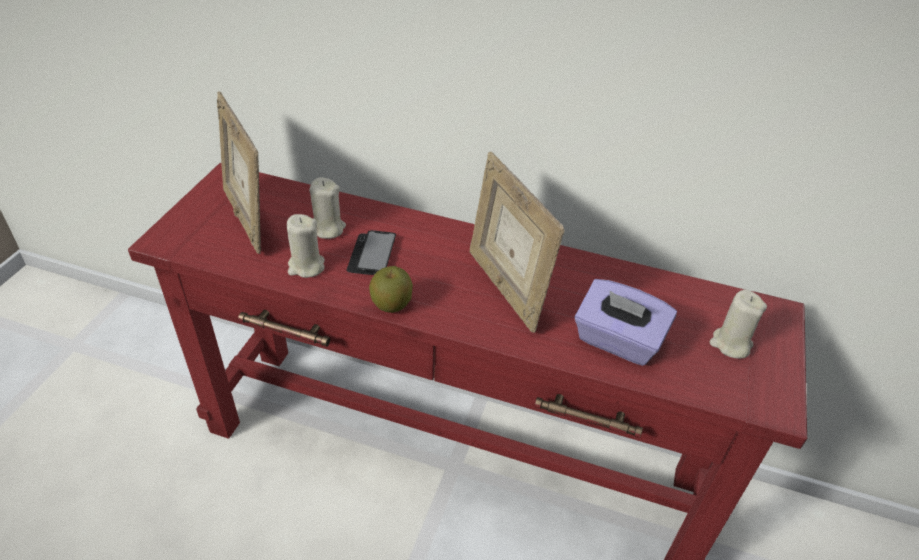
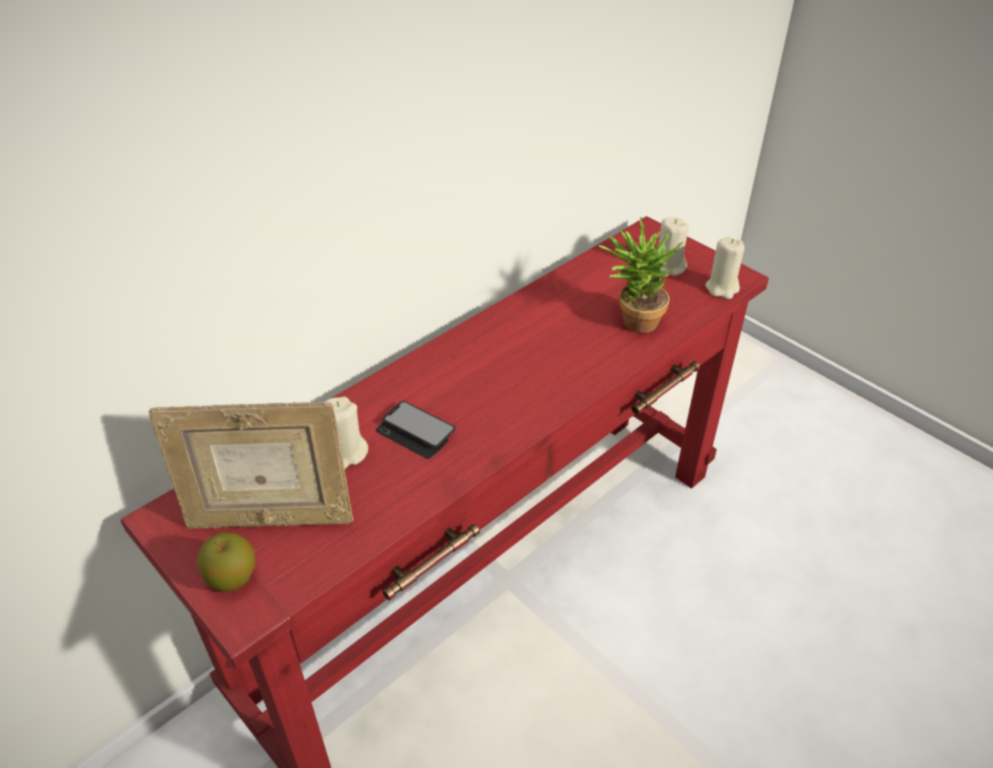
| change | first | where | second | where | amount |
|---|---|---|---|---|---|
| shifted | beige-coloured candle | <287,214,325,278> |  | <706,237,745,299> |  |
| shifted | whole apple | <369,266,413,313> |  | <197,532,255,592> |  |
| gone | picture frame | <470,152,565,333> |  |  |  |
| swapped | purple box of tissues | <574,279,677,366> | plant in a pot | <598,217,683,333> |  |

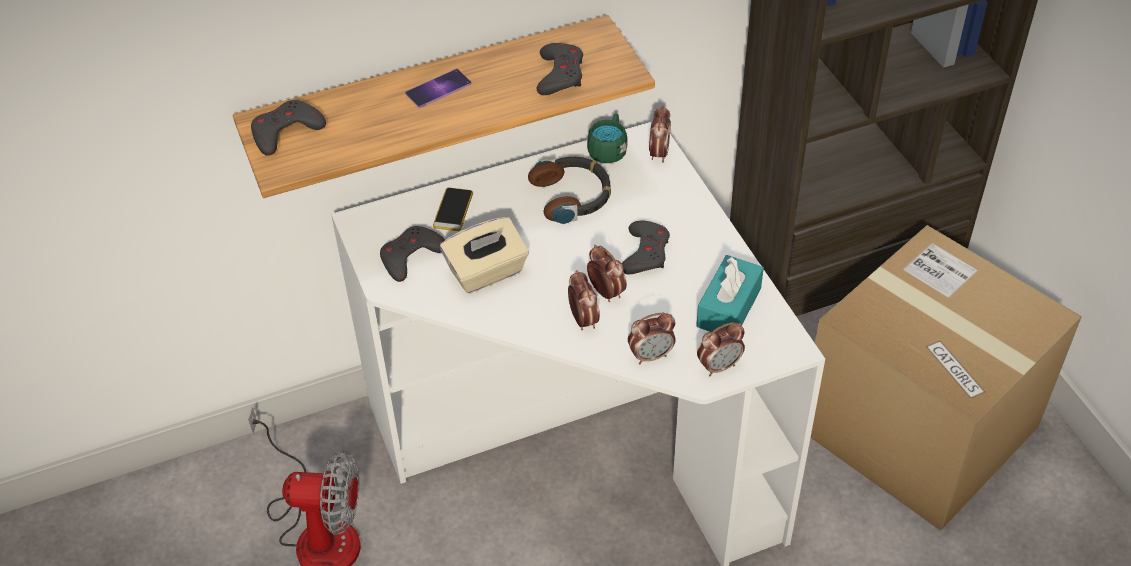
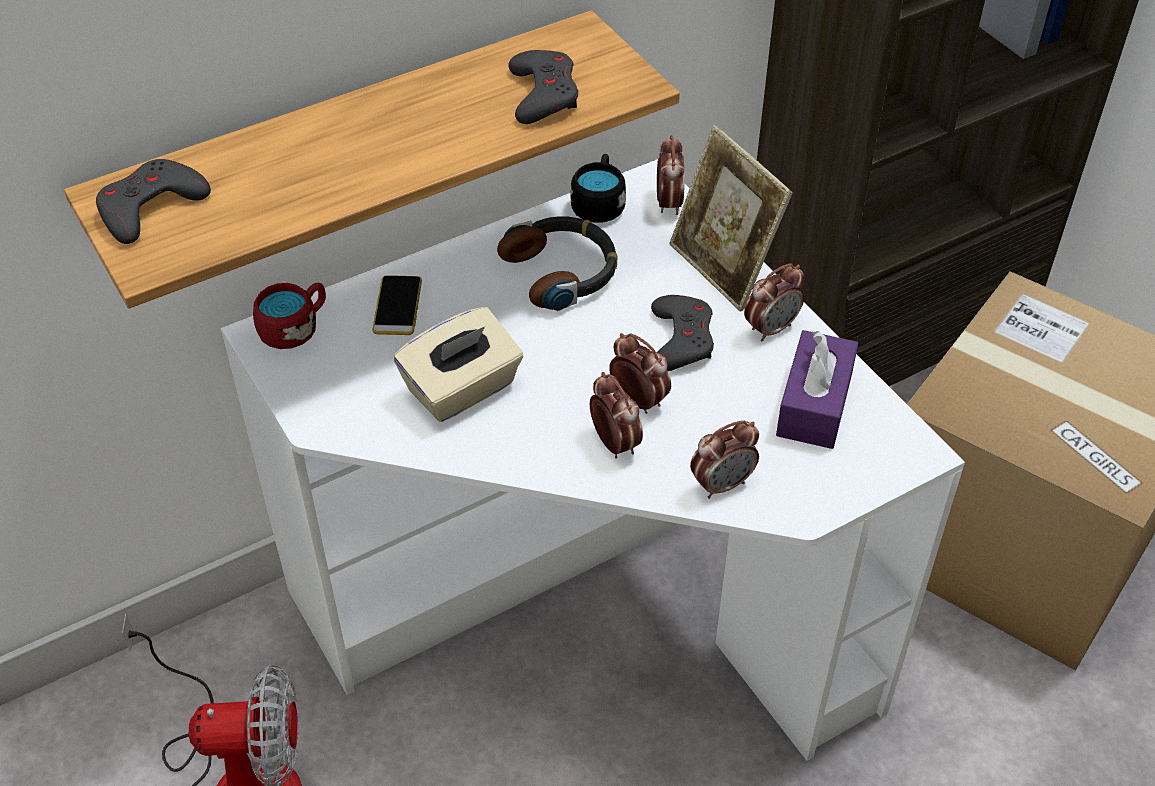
| change | first | where | second | where | amount |
|---|---|---|---|---|---|
| gone | gray joypad | <380,226,445,282> |  |  |  |
| gone | telephone | <405,69,471,108> |  |  |  |
| repainted | greenish tea mug | <587,114,628,163> | black-coloured tea mug | <571,154,626,223> |  |
| repainted | turquoise box of tissues | <696,255,764,332> | purple box of tissues | <776,330,858,449> |  |
| shifted | bedside clock | <697,322,745,376> |  | <744,263,804,341> |  |
| new |  |  | reddish tea mug | <253,283,326,349> |  |
| new |  |  | picture frame | <670,125,793,312> |  |

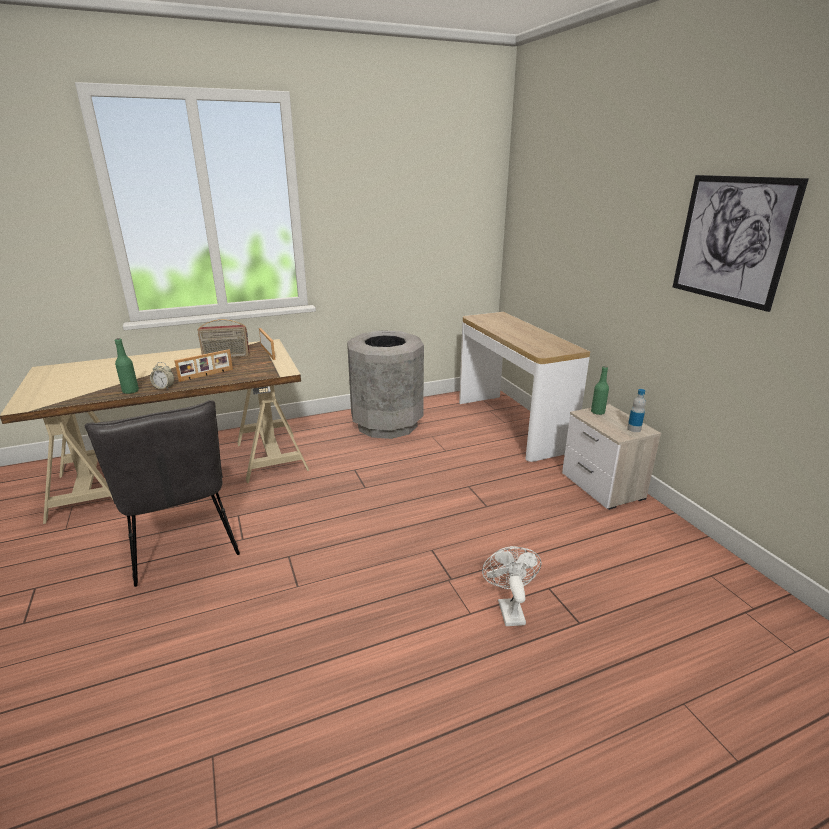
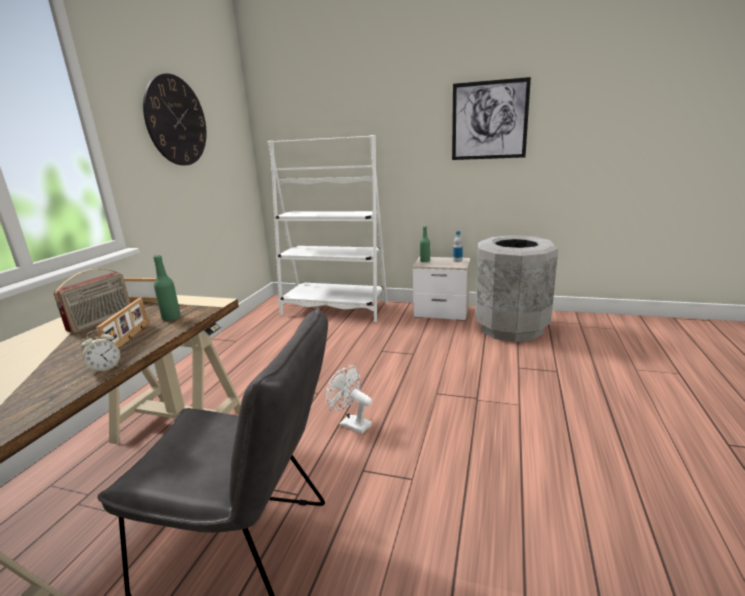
| change | first | where | second | where | amount |
|---|---|---|---|---|---|
| shifted | greenish drink bottle | <115,338,139,394> |  | <153,255,181,321> |  |
| shifted | gray trash can | <347,331,424,439> |  | <476,235,558,342> |  |
| swapped | console table | <459,312,590,462> | whitish shelving unit | <268,135,388,322> |  |
| shifted | whitish electric fan | <482,546,542,626> |  | <326,365,372,434> |  |
| new |  |  | clock on the wall | <143,73,207,165> |  |

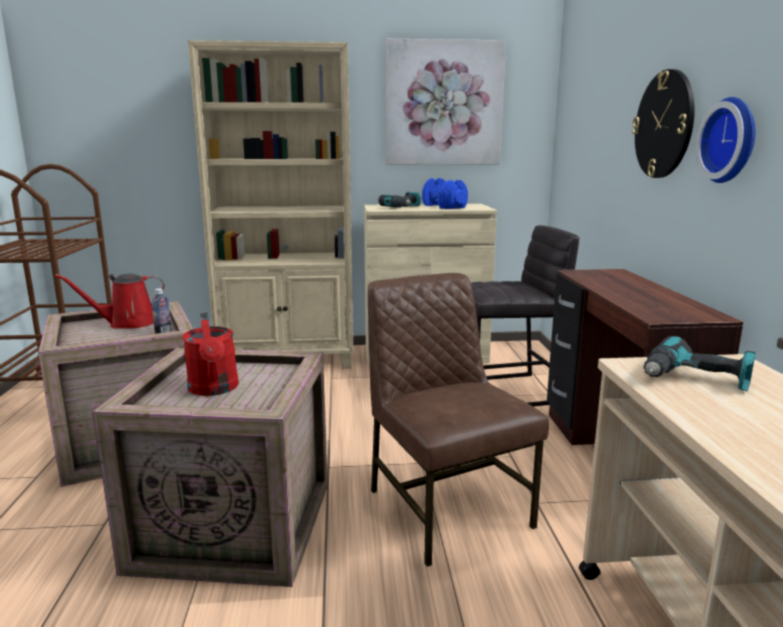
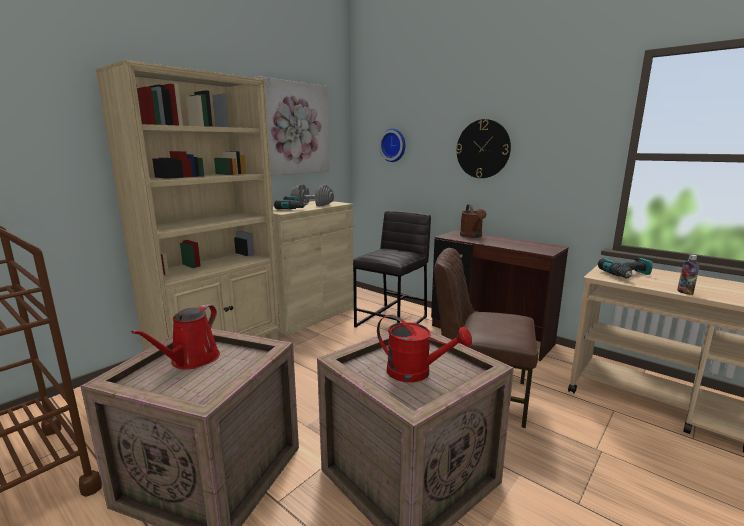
| change | first | where | second | where | amount |
|---|---|---|---|---|---|
| shifted | drink bottle | <152,288,171,334> |  | <677,255,699,295> |  |
| repainted | blue hand weight | <422,178,468,209> | gray hand weight | <290,184,334,206> |  |
| shifted | clock on the wall | <696,97,755,183> |  | <379,128,406,162> |  |
| new |  |  | brown-coloured sprinkling can | <460,204,486,238> |  |

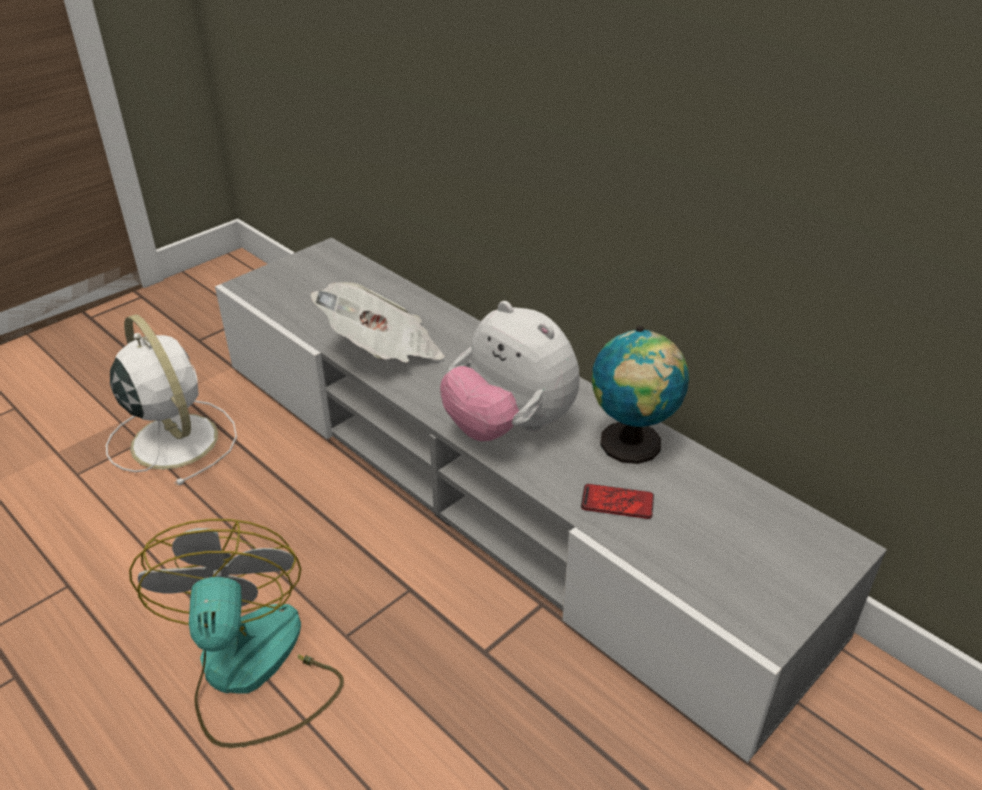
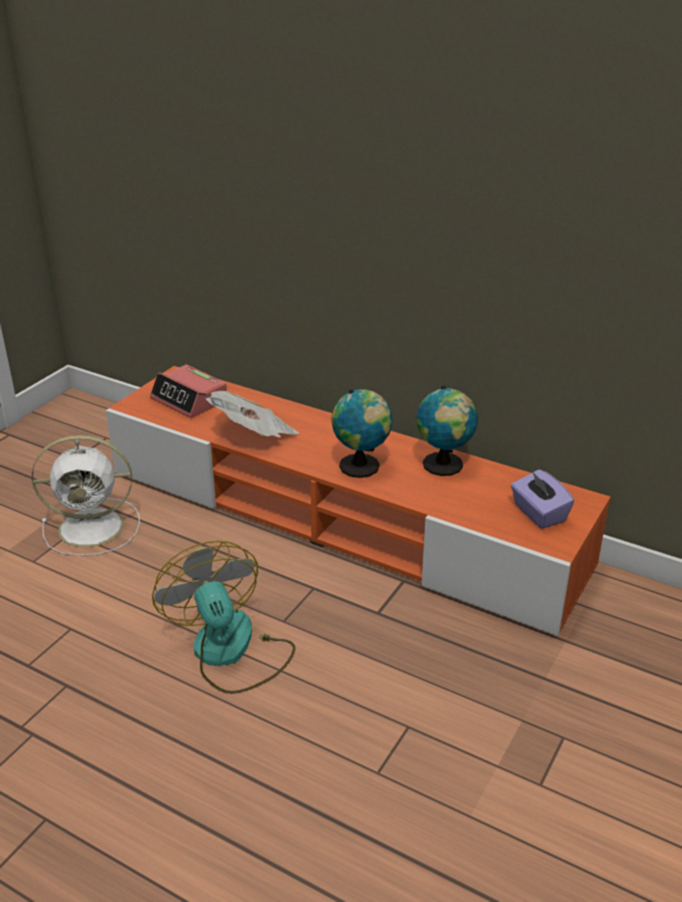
| change | first | where | second | where | amount |
|---|---|---|---|---|---|
| rotated | whitish electric fan | <106,314,237,485> |  | <32,435,140,556> | 135 degrees clockwise |
| repainted | gray media console | <215,237,887,763> | orange-coloured media console | <106,366,611,636> |  |
| swapped | cuddly toy | <440,301,579,441> | world globe | <332,389,393,478> |  |
| gone | telephone | <581,484,654,519> |  |  |  |
| new |  |  | bedside clock | <150,365,227,418> |  |
| new |  |  | purple box of tissues | <511,470,574,529> |  |

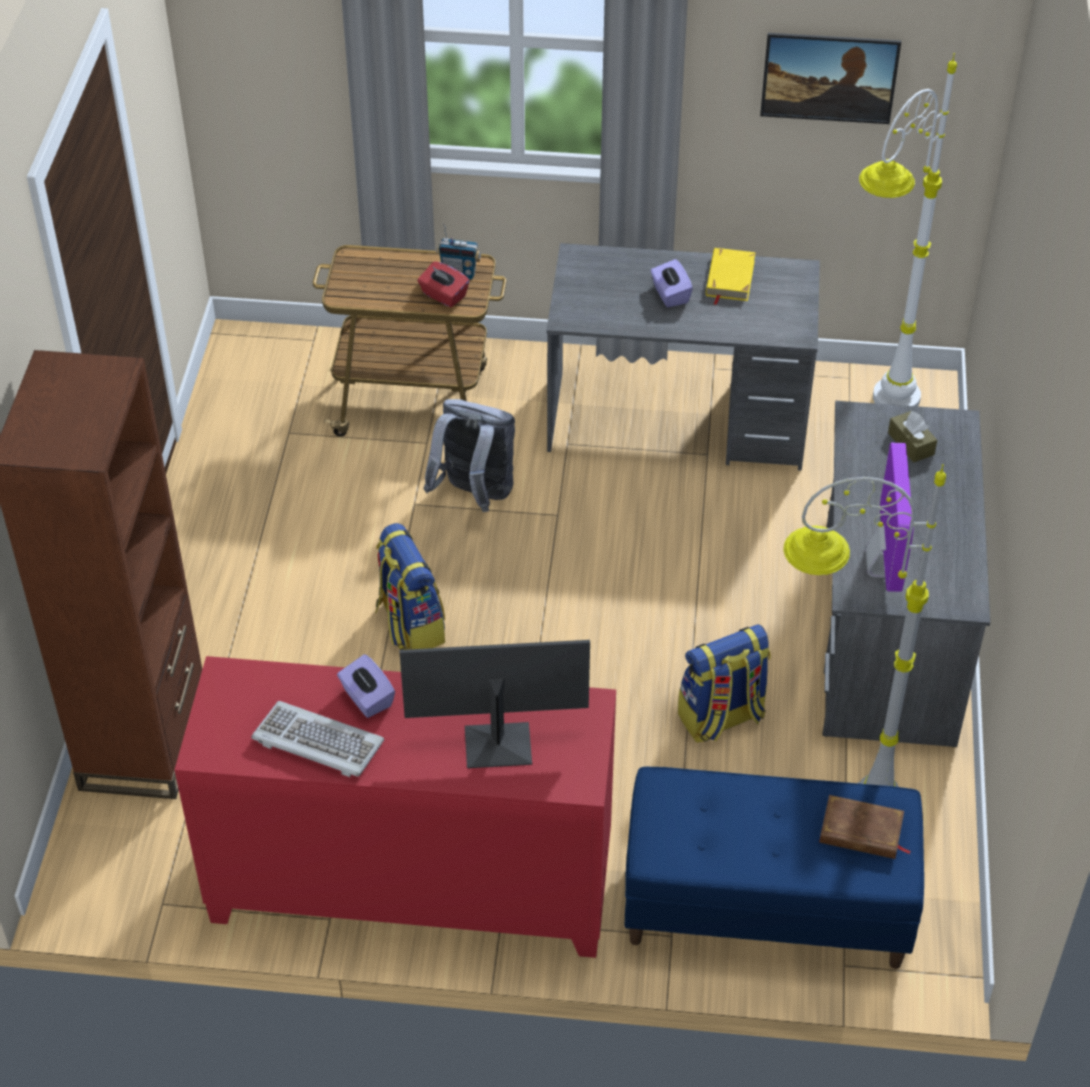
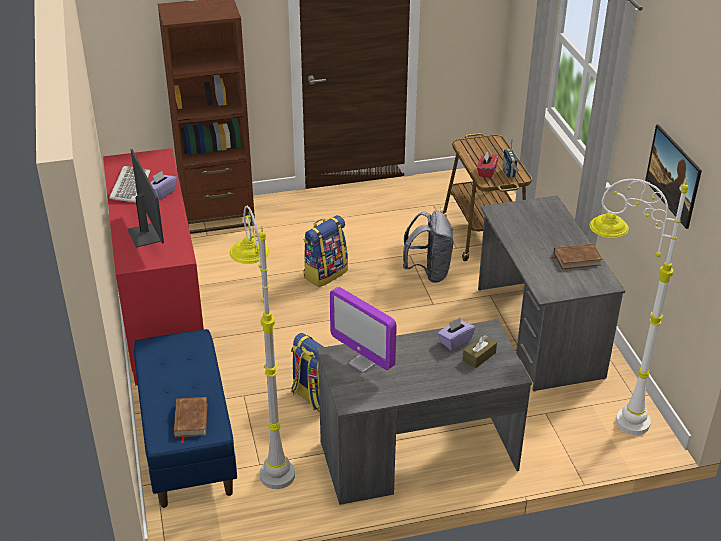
| change | first | where | second | where | amount |
|---|---|---|---|---|---|
| shifted | purple box of tissues | <650,259,693,307> |  | <438,318,475,351> |  |
| repainted | yellow volume | <706,248,755,305> | brown-coloured volume | <548,244,602,269> |  |
| rotated | computer display | <866,443,913,592> |  | <330,287,397,373> | 60 degrees clockwise |

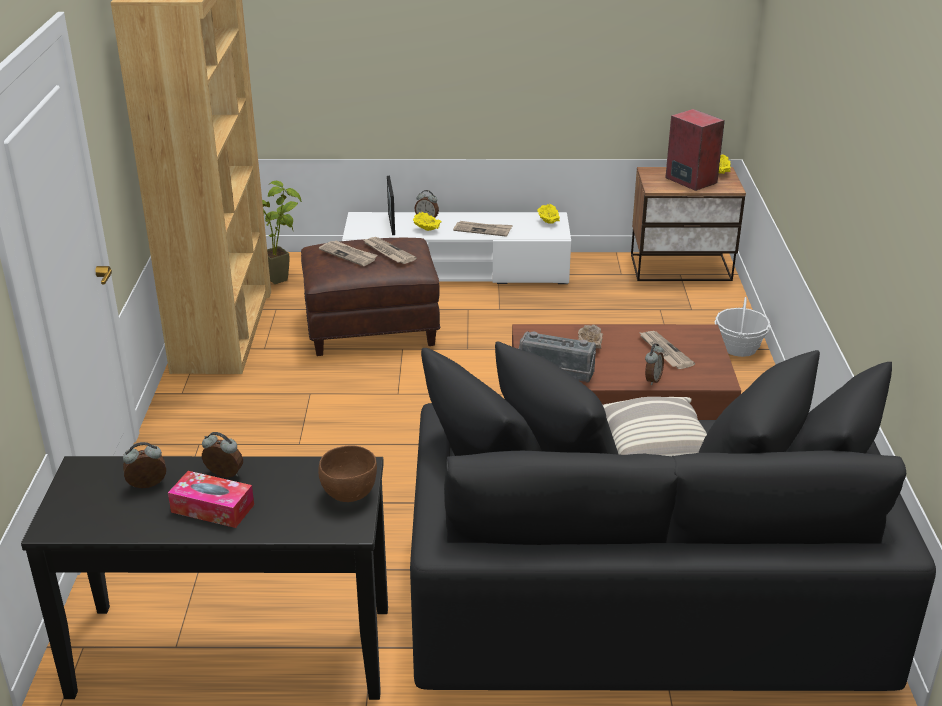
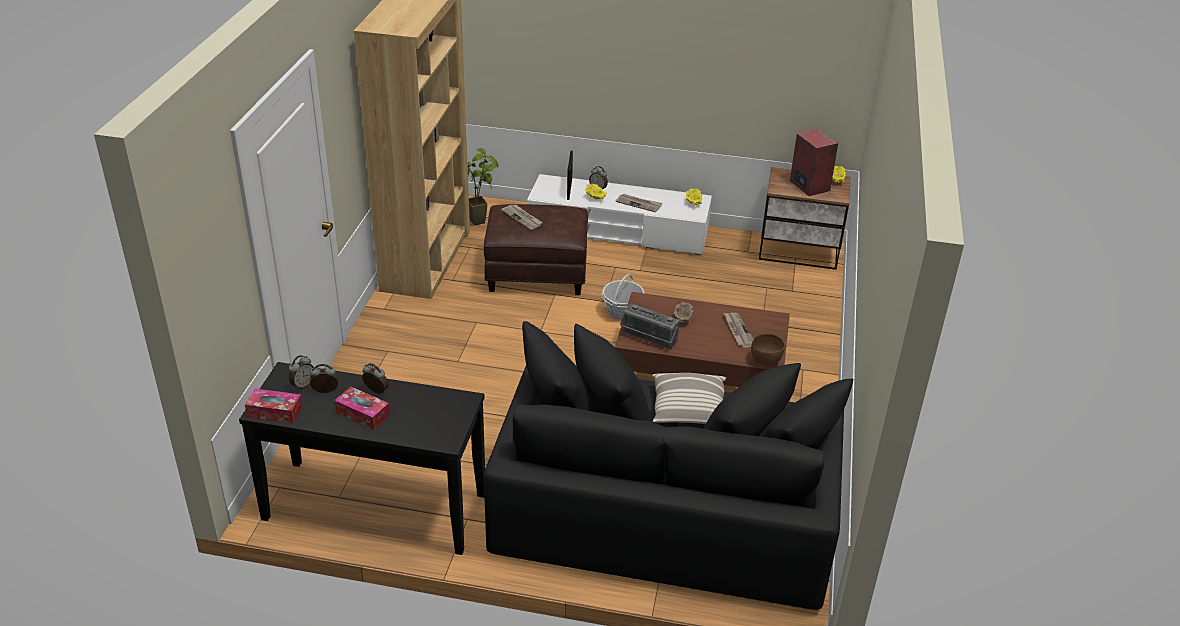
| change | first | where | second | where | amount |
|---|---|---|---|---|---|
| shifted | brown-coloured serving bowl | <318,445,377,502> |  | <751,334,785,366> |  |
| gone | printed paper | <362,237,417,264> |  |  |  |
| shifted | bedside clock | <645,343,664,385> |  | <289,355,314,390> |  |
| shifted | basket | <714,297,770,357> |  | <602,274,644,320> |  |
| new |  |  | box of tissues | <245,388,303,424> |  |

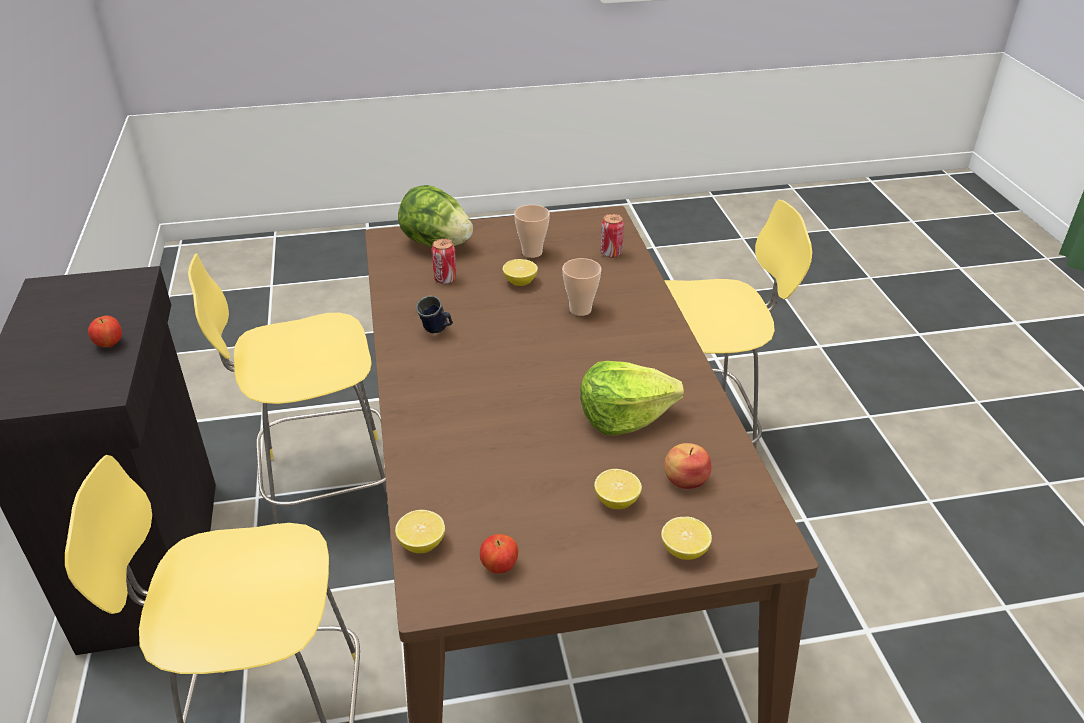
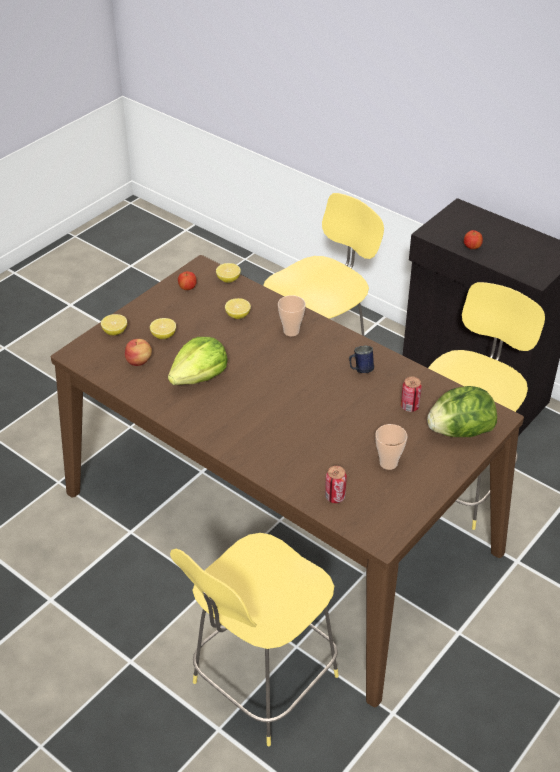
| change | first | where | second | where | amount |
|---|---|---|---|---|---|
| shifted | whole lemon | <503,259,538,286> |  | <225,298,251,319> |  |
| shifted | cup | <562,258,601,316> |  | <278,295,306,336> |  |

